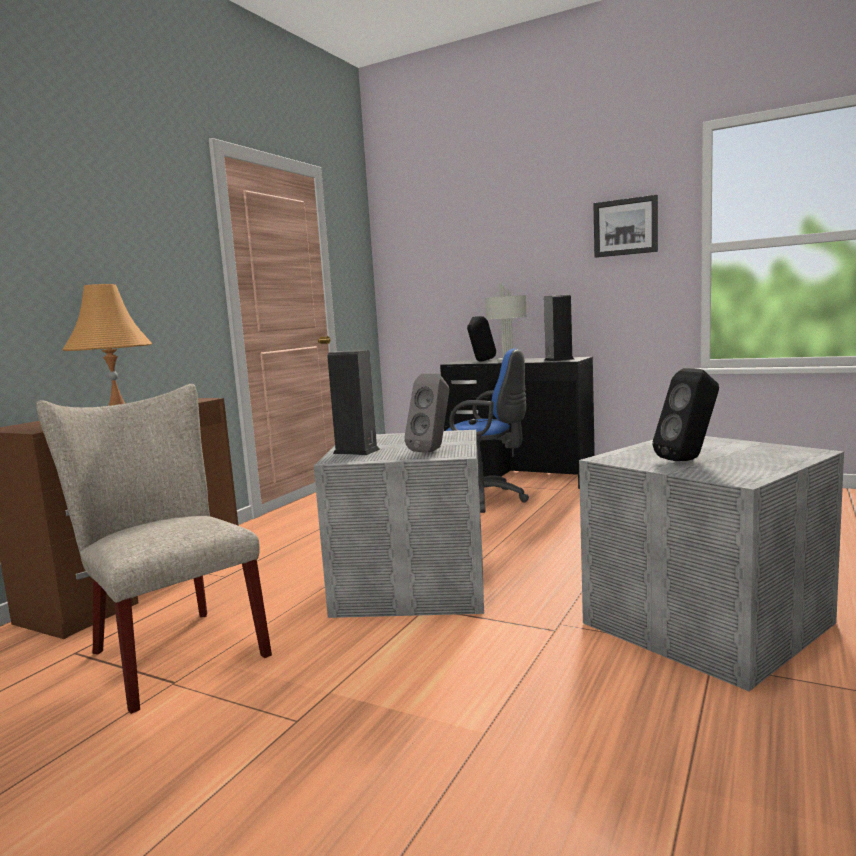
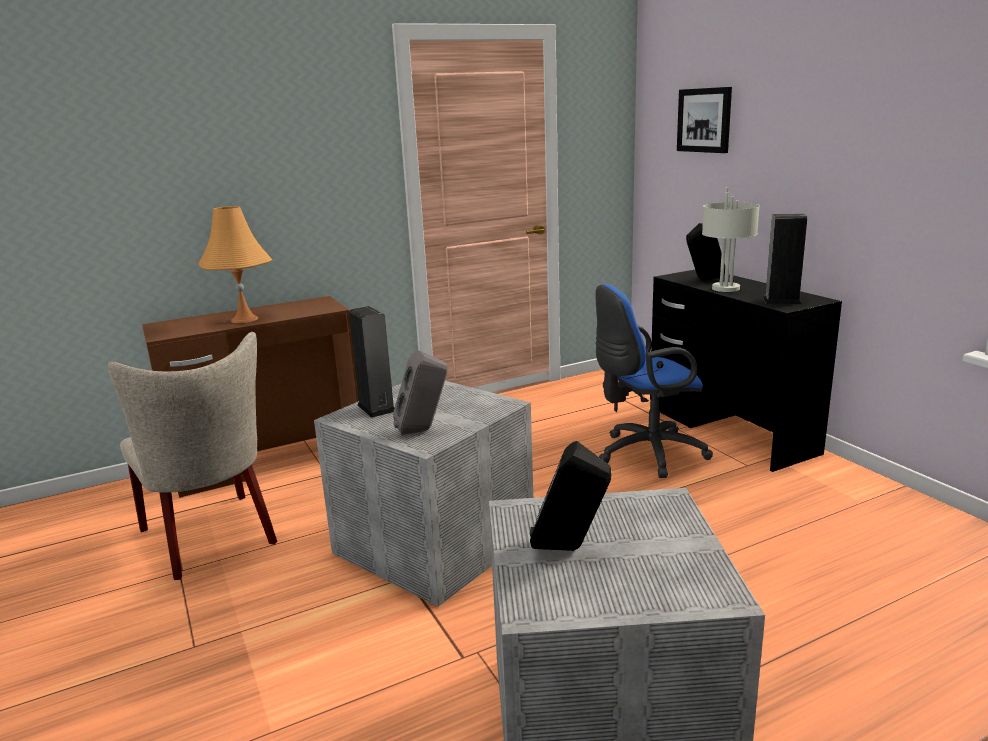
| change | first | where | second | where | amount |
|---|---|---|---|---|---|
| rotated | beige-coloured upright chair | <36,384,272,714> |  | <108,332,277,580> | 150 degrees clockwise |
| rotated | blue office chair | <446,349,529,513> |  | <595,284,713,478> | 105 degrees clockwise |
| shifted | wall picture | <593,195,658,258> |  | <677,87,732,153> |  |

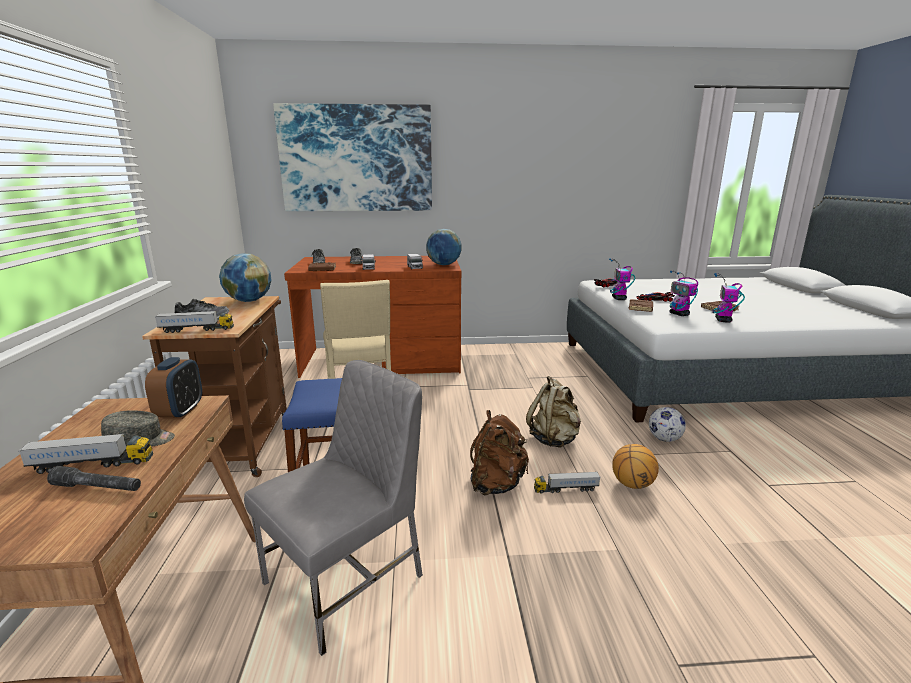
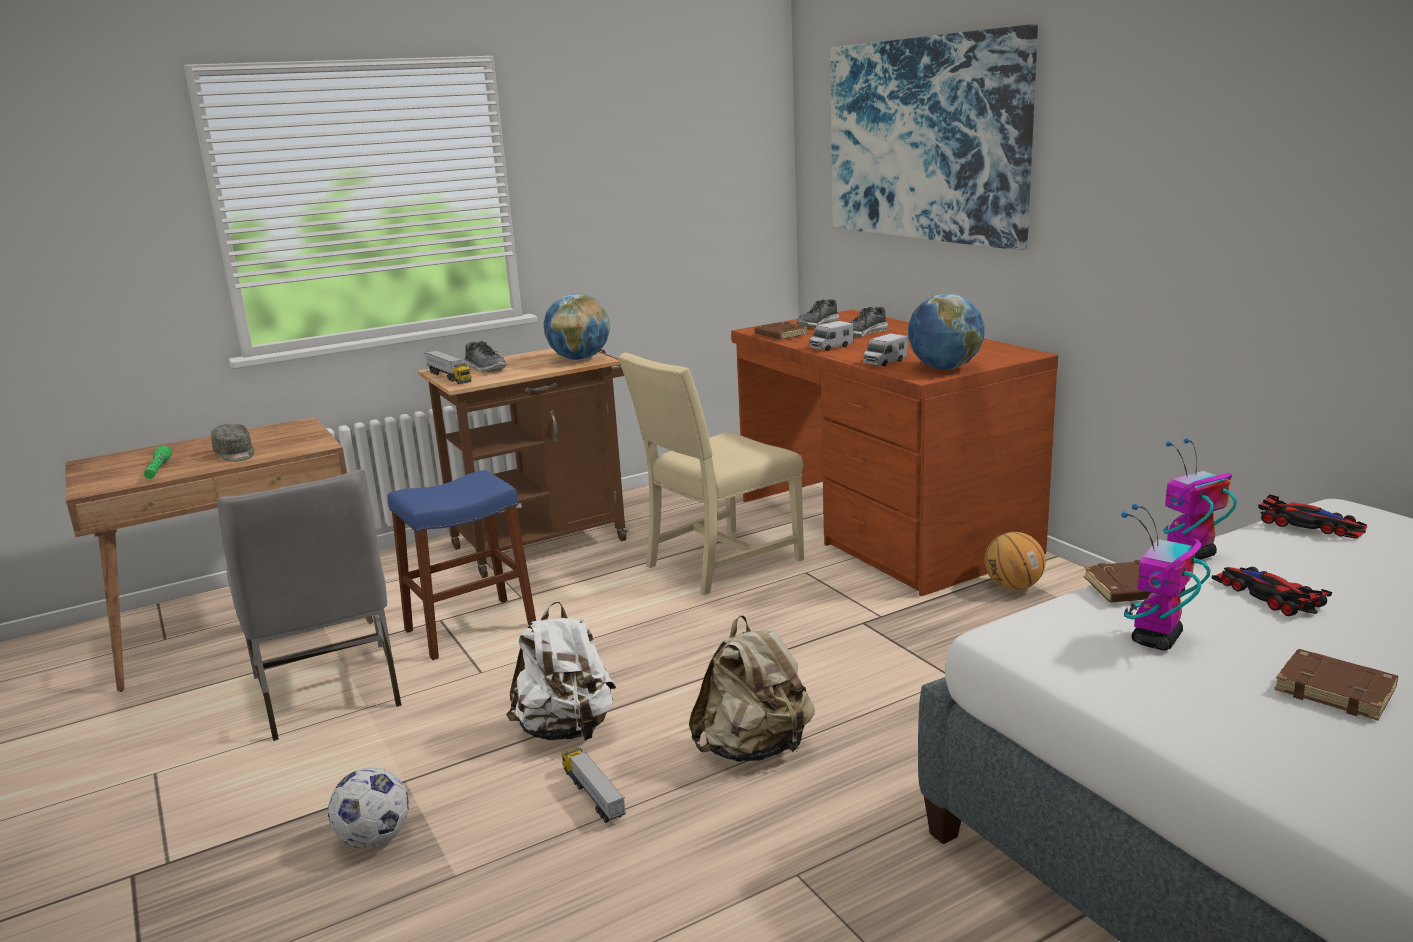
| change | first | where | second | where | amount |
|---|---|---|---|---|---|
| gone | toy truck | <18,433,153,474> |  |  |  |
| repainted | gray flashlight | <47,466,141,491> | greenish flashlight | <144,446,172,479> |  |
| gone | bedside clock | <145,357,202,419> |  |  |  |
| rotated | gray upright chair | <244,360,423,656> |  | <217,469,402,741> | 45 degrees clockwise |
| repainted | brown-coloured backpack | <470,410,529,495> | whitish backpack | <506,601,616,741> |  |
| shifted | basketball | <612,444,659,489> |  | <985,532,1045,591> |  |
| shifted | football ball | <649,407,686,442> |  | <328,767,409,849> |  |
| gone | toy robot | <712,273,745,323> |  |  |  |

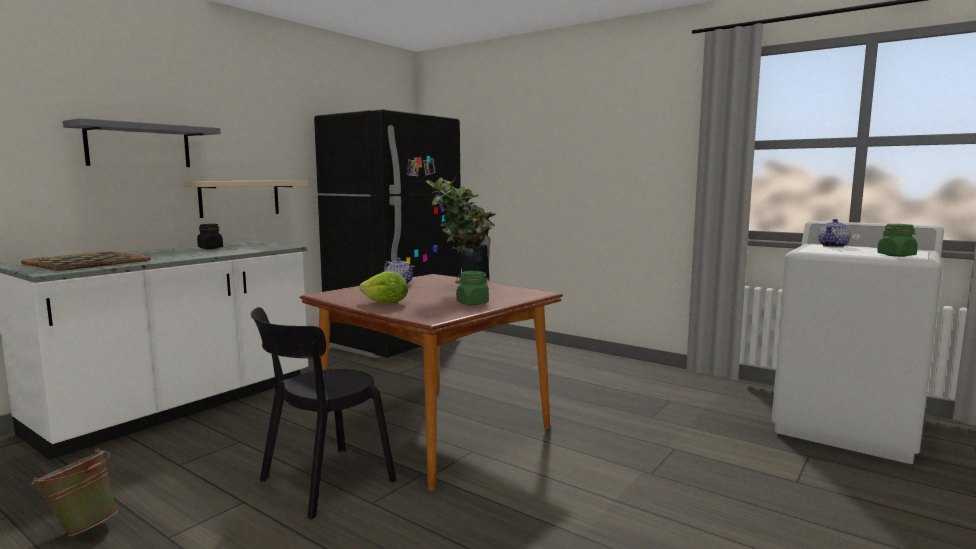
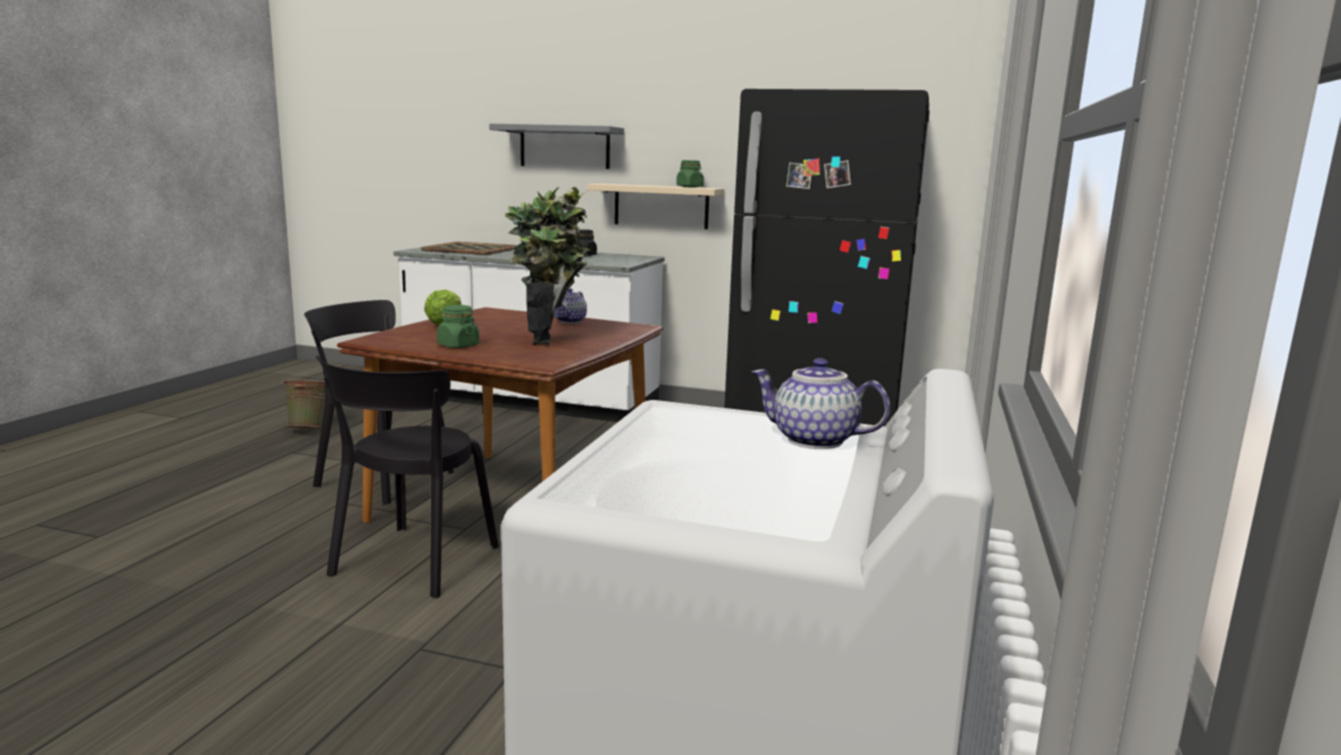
| change | first | where | second | where | amount |
|---|---|---|---|---|---|
| shifted | greenish preserve jar | <877,224,918,257> |  | <676,160,704,188> |  |
| new |  |  | black-coloured upright chair | <316,355,499,598> |  |

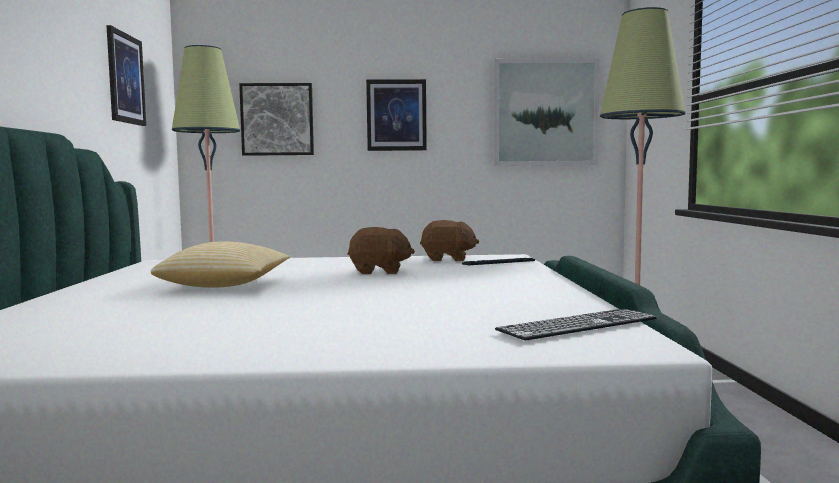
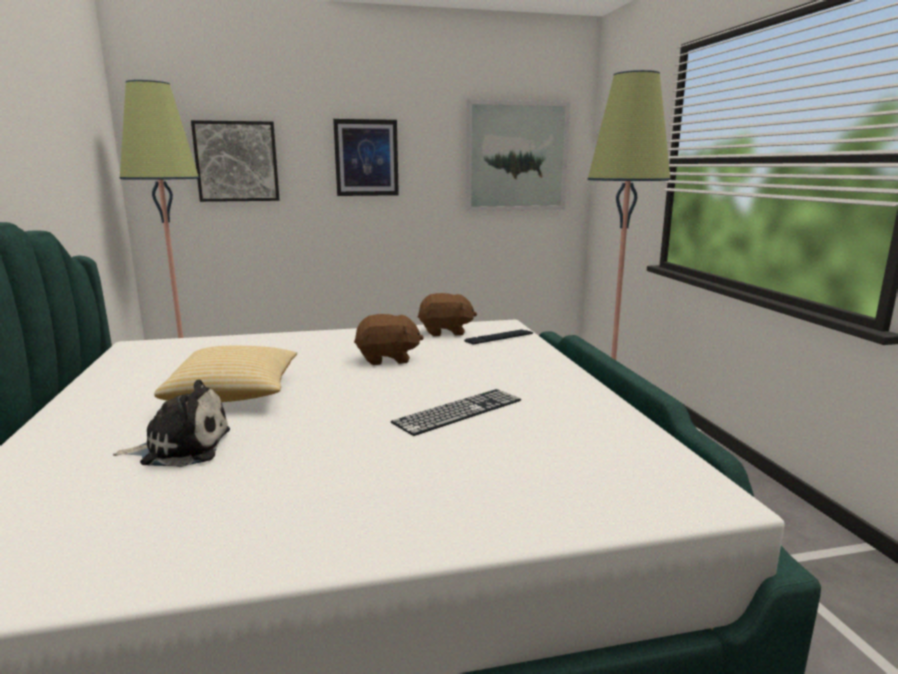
| change | first | where | second | where | amount |
|---|---|---|---|---|---|
| gone | wall picture | <106,25,146,126> |  |  |  |
| shifted | keyboard | <495,309,657,341> |  | <391,389,521,436> |  |
| new |  |  | cuddly toy | <113,380,230,467> |  |

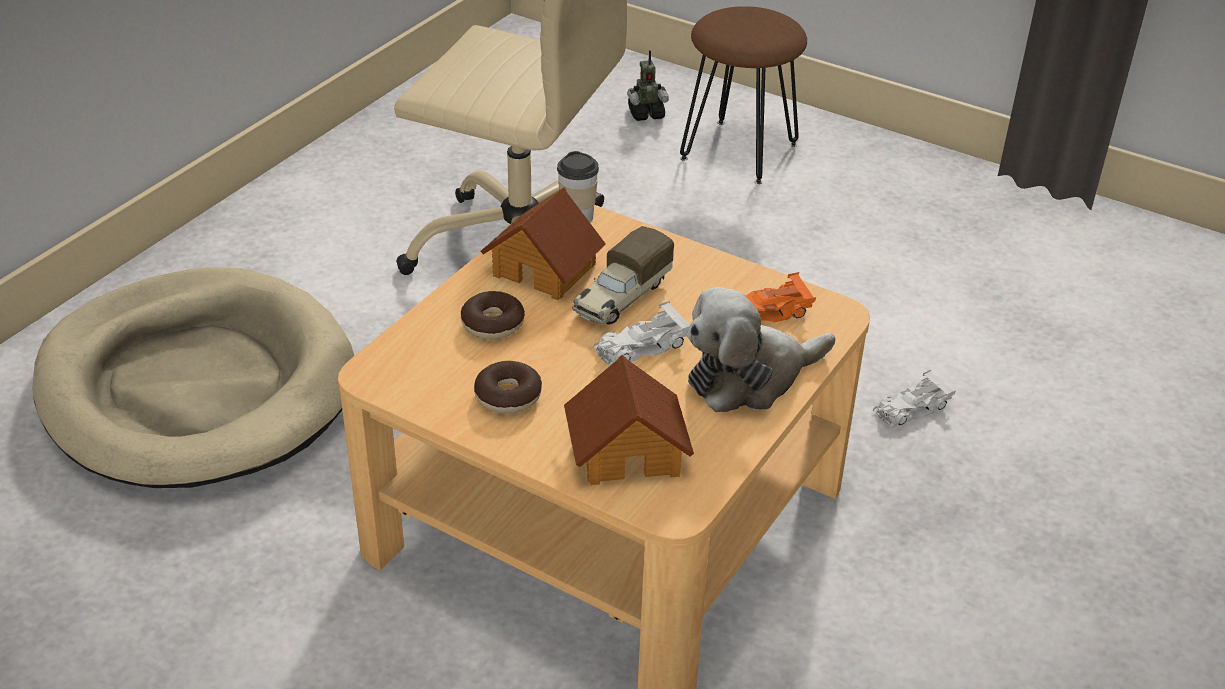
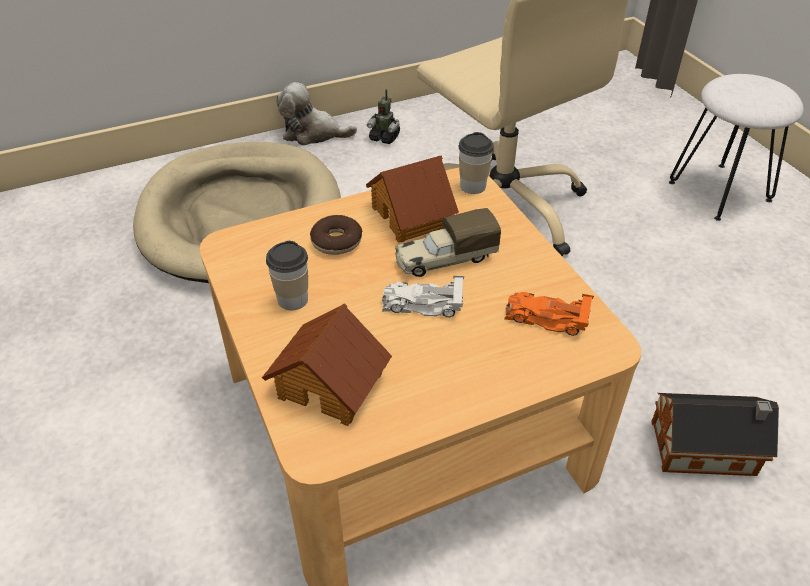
| change | first | where | second | where | amount |
|---|---|---|---|---|---|
| swapped | donut | <474,361,542,414> | cup | <266,241,308,310> |  |
| shifted | toy robot | <627,50,669,121> |  | <367,89,400,144> |  |
| repainted | brown-coloured stool | <680,6,807,184> | whitish stool | <669,74,804,221> |  |
| shifted | cuddly toy | <687,287,835,412> |  | <276,82,357,146> |  |
| swapped | whitish toy car | <873,370,956,429> | miniature house | <651,393,779,476> |  |

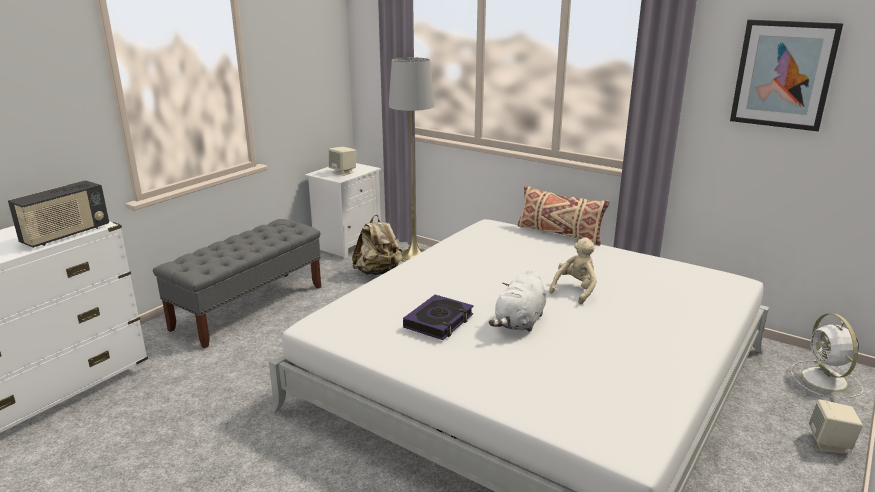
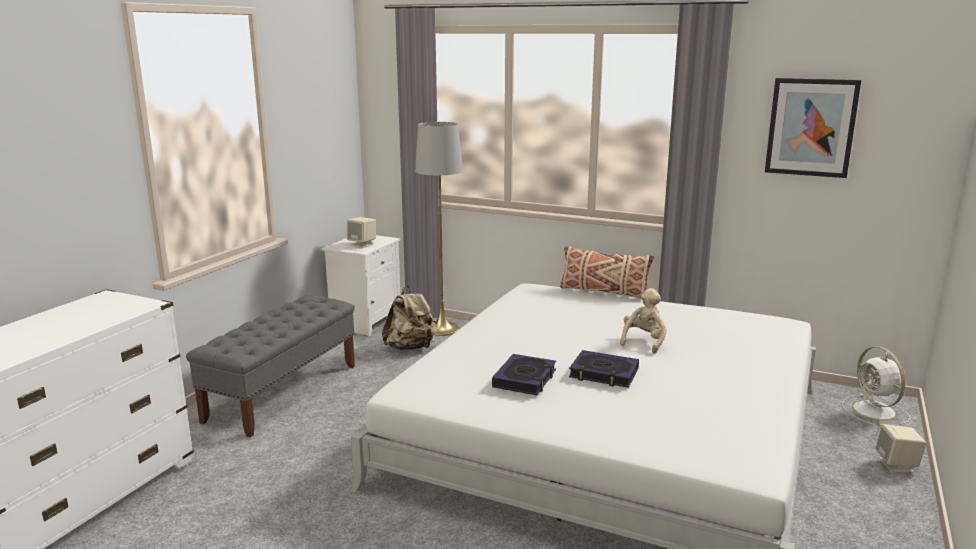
| change | first | where | second | where | amount |
|---|---|---|---|---|---|
| gone | radio set | <8,180,109,248> |  |  |  |
| swapped | whitish cuddly toy | <489,269,546,332> | volume | <569,350,639,388> |  |

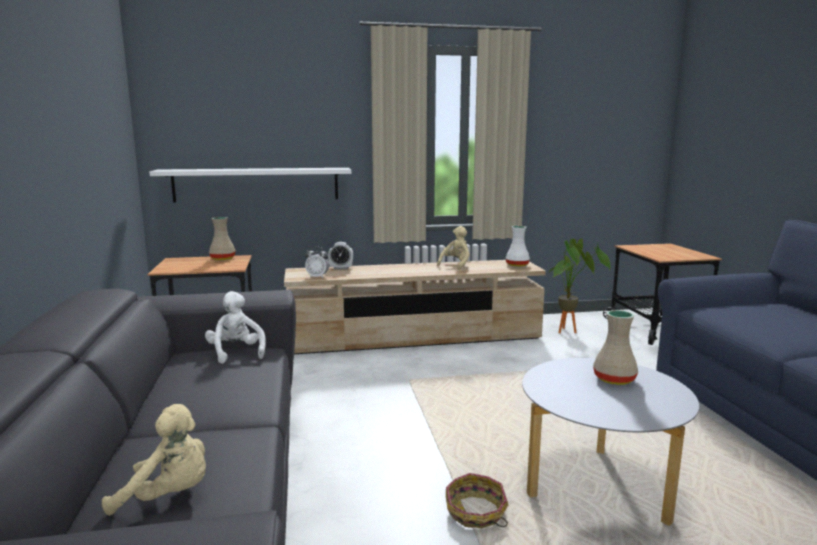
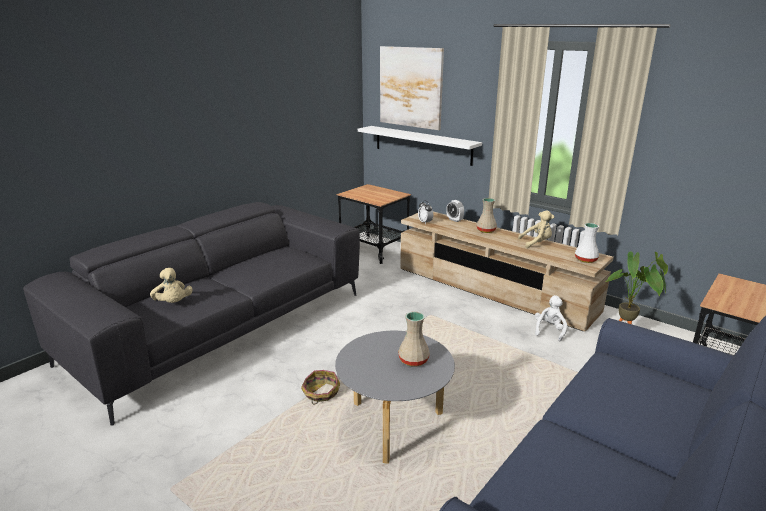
| change | first | where | second | where | amount |
|---|---|---|---|---|---|
| shifted | whitish cuddly toy | <205,291,266,364> |  | <535,295,567,341> |  |
| shifted | beige-coloured flower vase | <209,217,236,260> |  | <477,198,497,233> |  |
| new |  |  | wall picture | <380,46,444,130> |  |

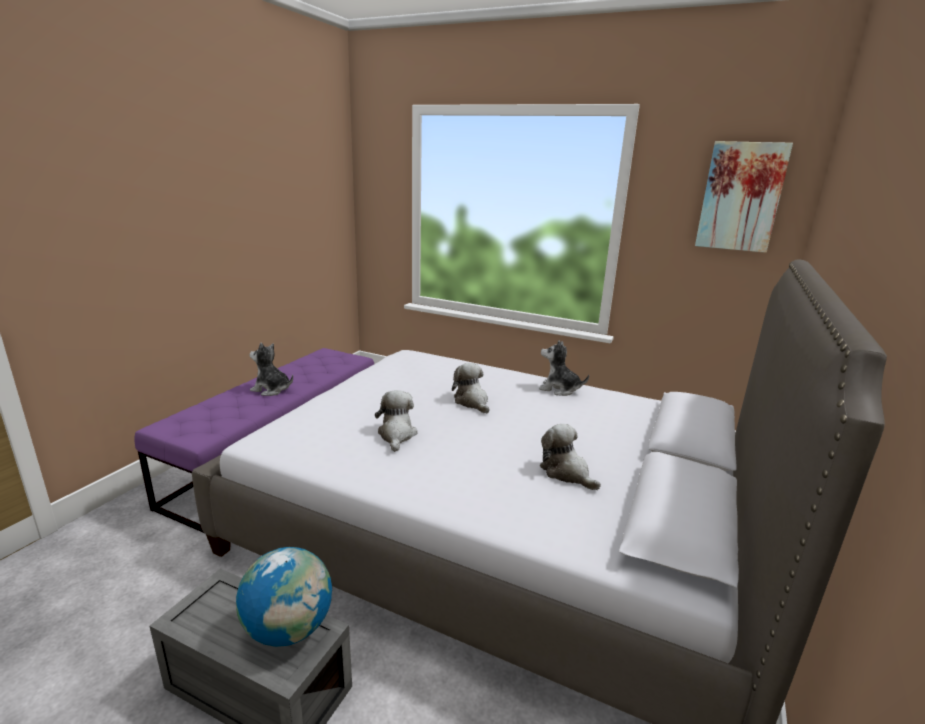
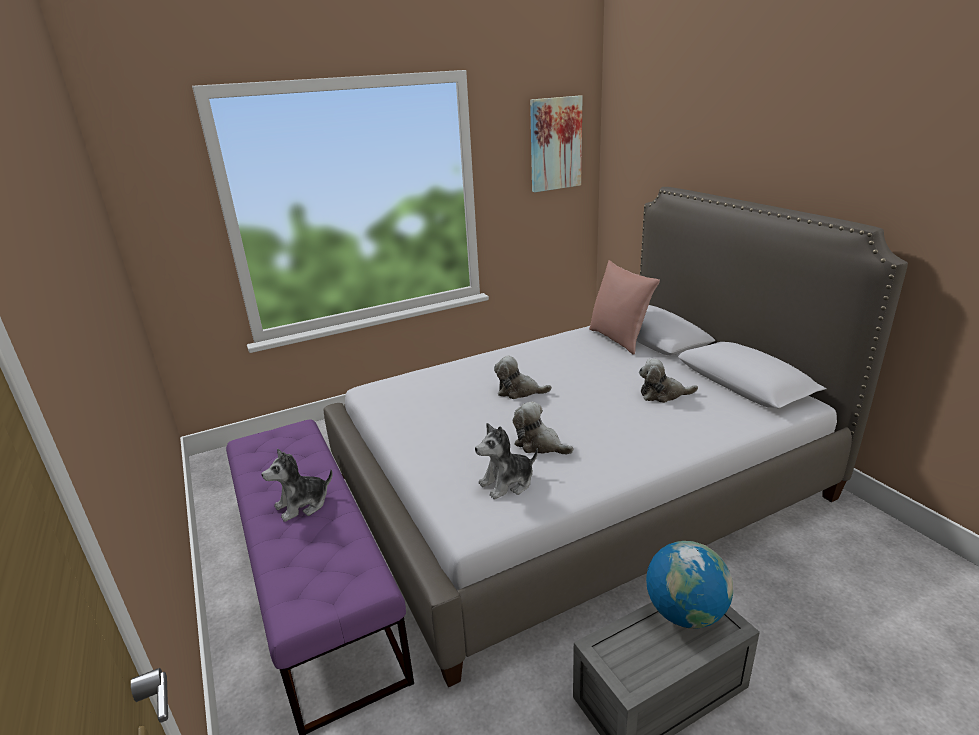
| change | first | where | second | where | amount |
|---|---|---|---|---|---|
| shifted | cuddly toy | <539,340,589,396> |  | <475,423,538,499> |  |
| new |  |  | pinkish cushion | <589,260,660,355> |  |

